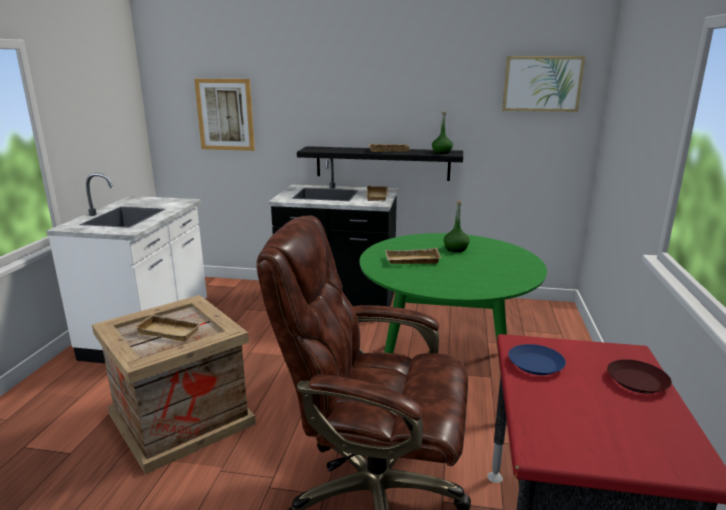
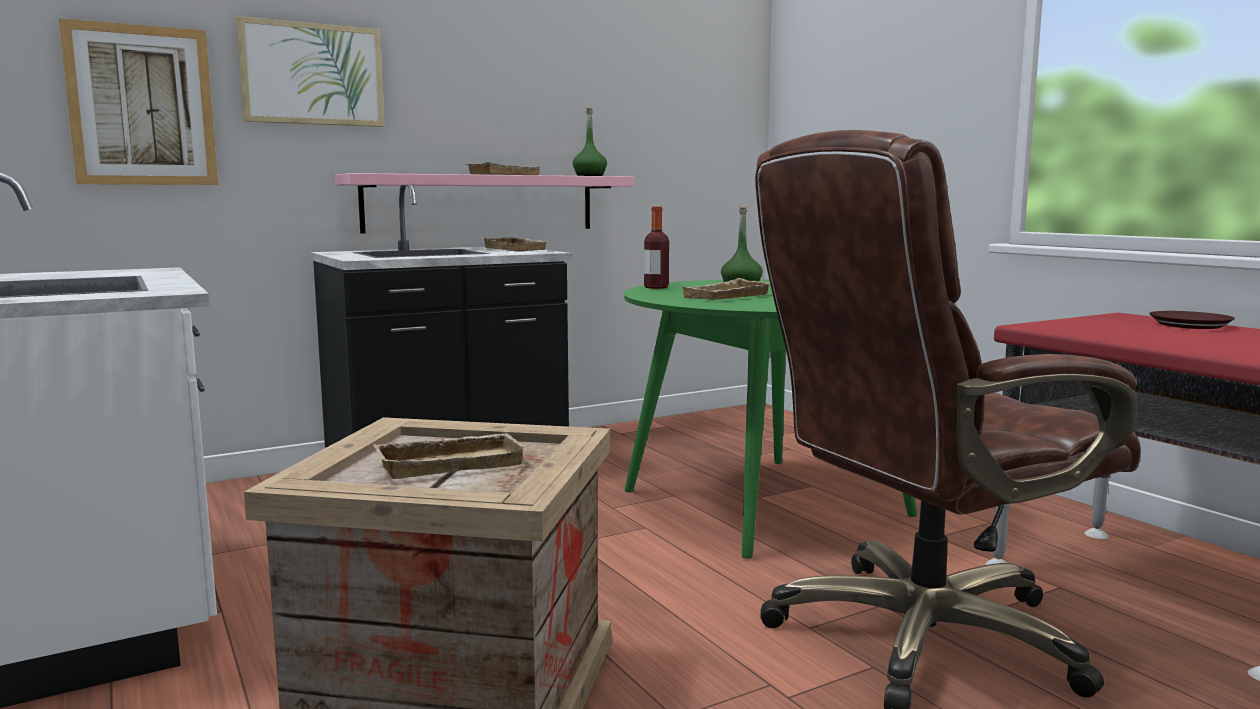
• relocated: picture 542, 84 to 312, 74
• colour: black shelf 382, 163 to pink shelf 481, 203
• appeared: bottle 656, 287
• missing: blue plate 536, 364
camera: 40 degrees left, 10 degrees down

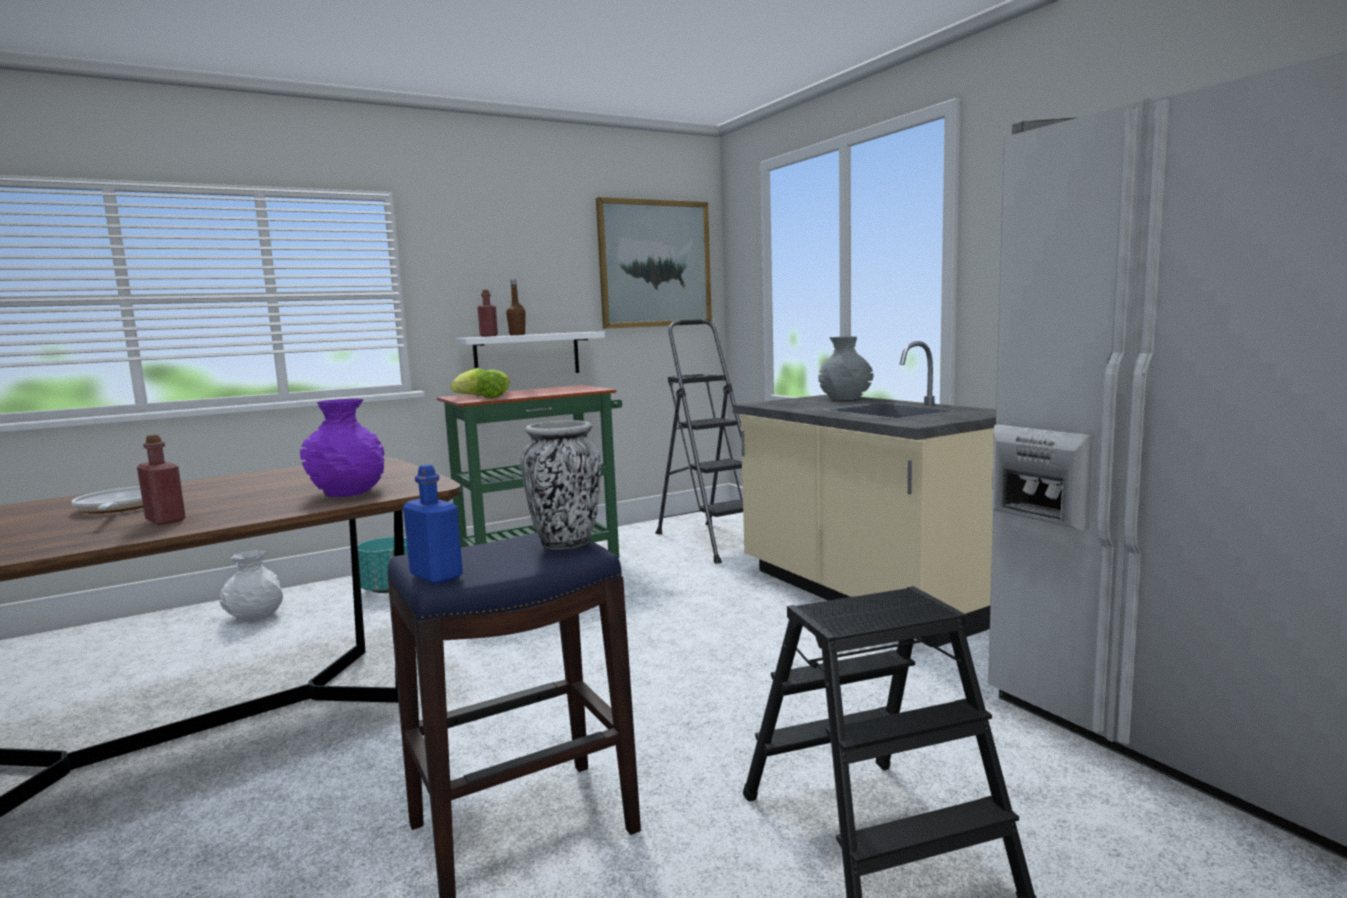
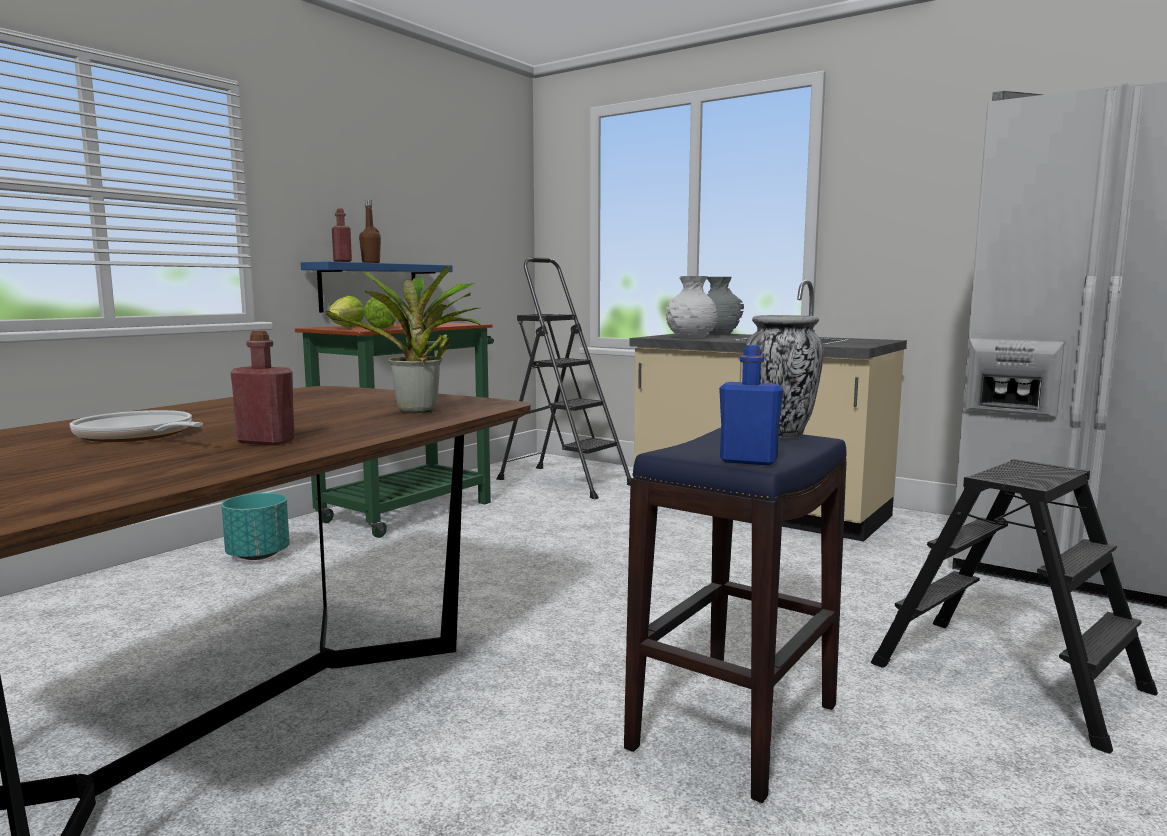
• colour: white shelf 527, 355 to blue shelf 369, 287
• exchanged: purple vase 349, 493 to potted plant 419, 411
• relocated: white vase 254, 616 to 690, 337
• missing: picture 655, 264
camera: 25 degrees left, 0 degrees up

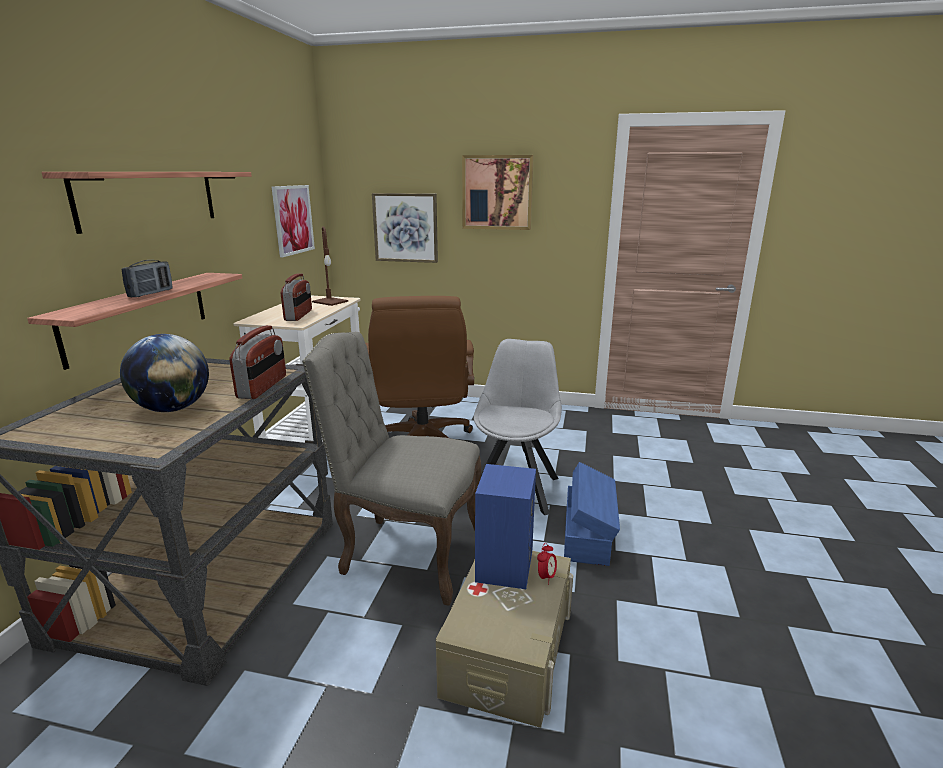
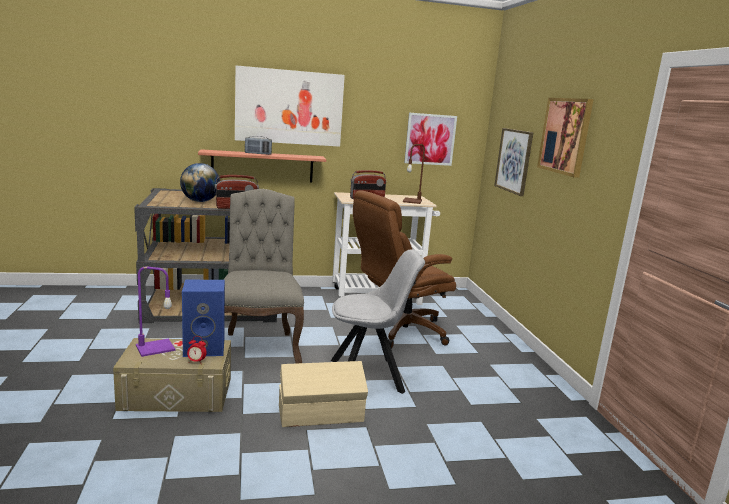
• appeared: purple table lamp 154, 348
• exchanged: shelf 149, 198 to picture 289, 107
• colour: blue storage box 588, 534 to beige storage box 321, 414
camera: 65 degrees right, 5 degrees down

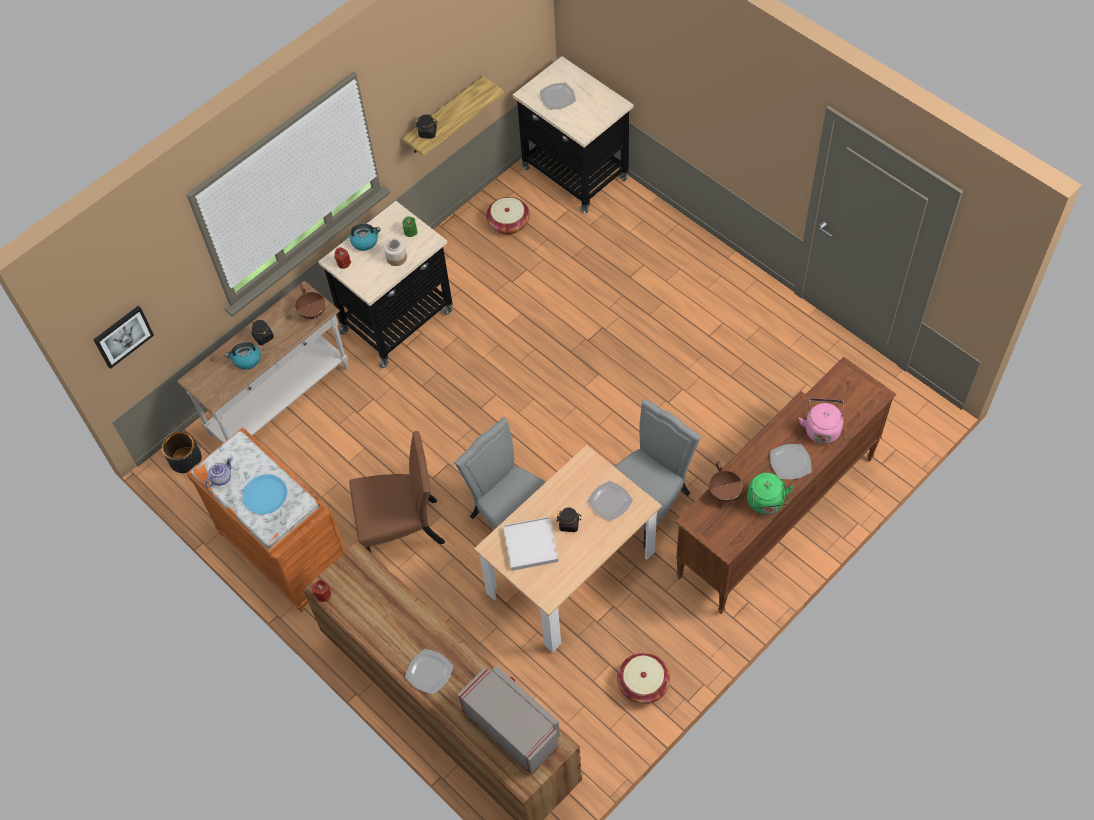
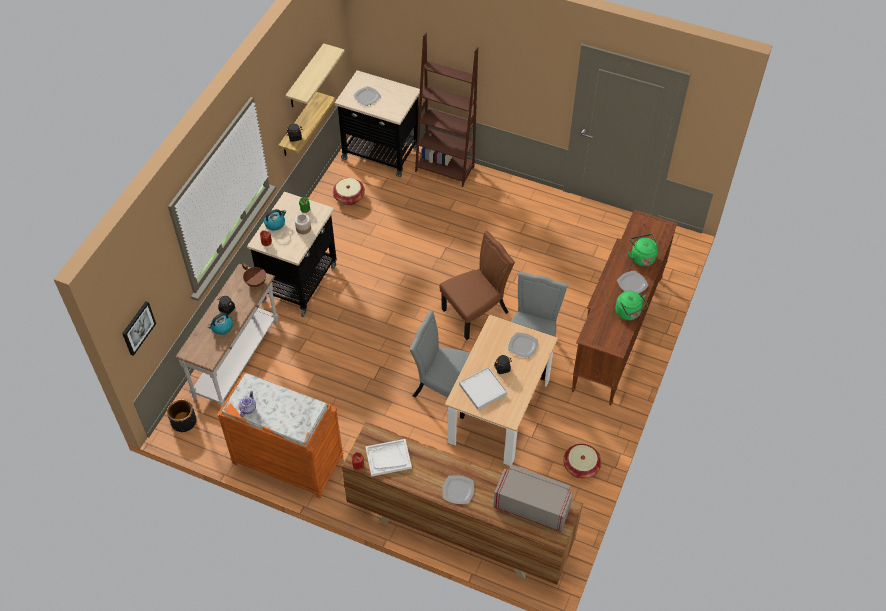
• appeared: shelf 305, 77
• appeared: white tray 388, 458
• appeared: brown bookcase 445, 168
• relocated: brown chair 400, 529 to 475, 313
• colour: pink kettle 821, 428 to green kettle 641, 257
• missing: blue plate 265, 495
• missing: brown cooking pot 725, 492
camera: 25 degrees left, 5 degrees down

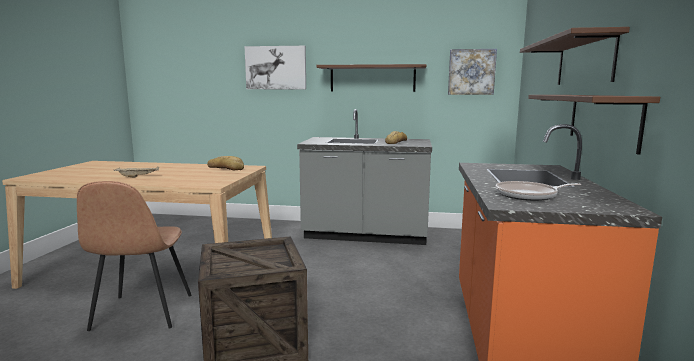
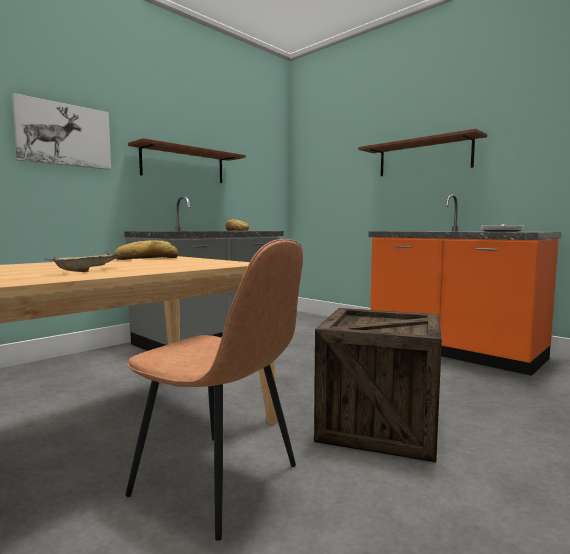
• missing: picture 471, 72
• missing: brown shelf 602, 119
camera: 55 degrees left, 5 degrees down

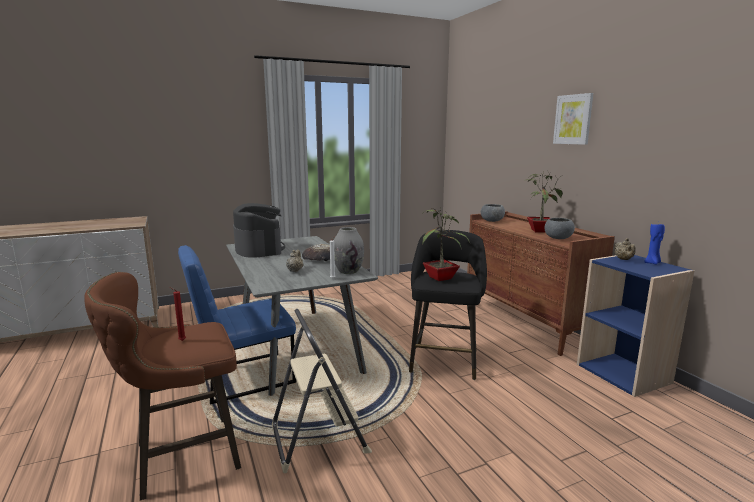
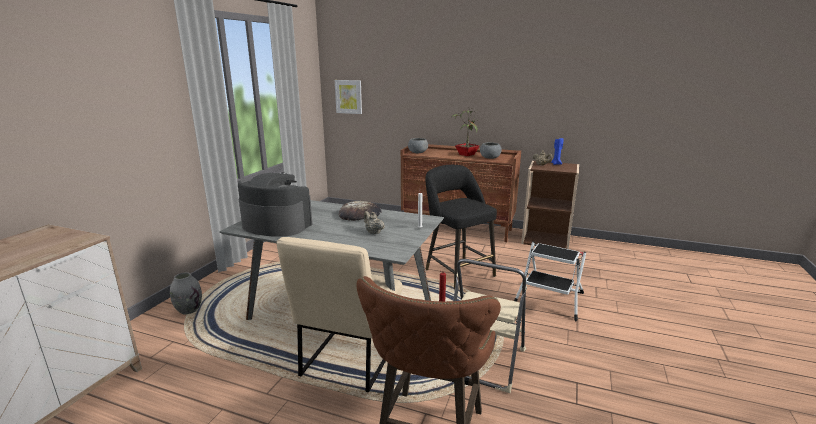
• relocated: grey vase 348, 271 to 189, 310
• colour: blue chair 243, 377 to beige chair 349, 357
• relocated: picture 573, 119 to 348, 96
• appeared: step ladder 550, 299
• colour: blue bookcase 624, 373 to brown bookcase 546, 240
• missing: potted plant 441, 278
camera: 45 degrees left, 5 degrees up

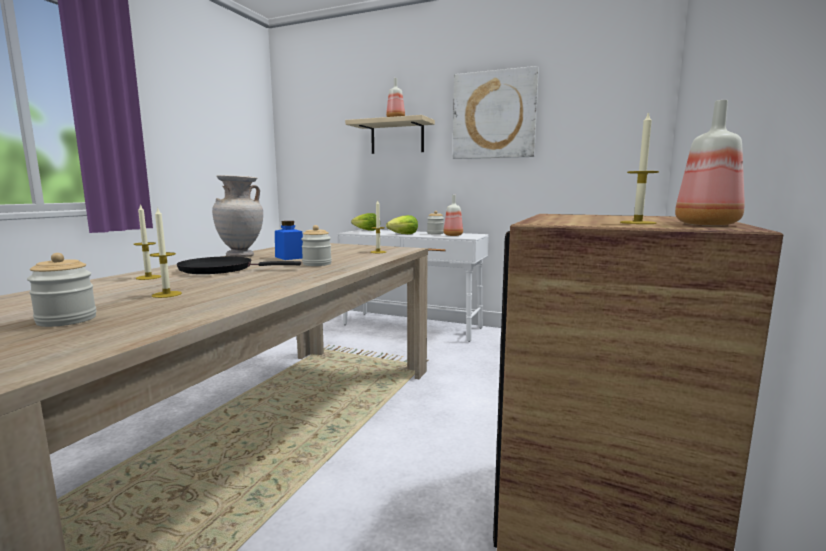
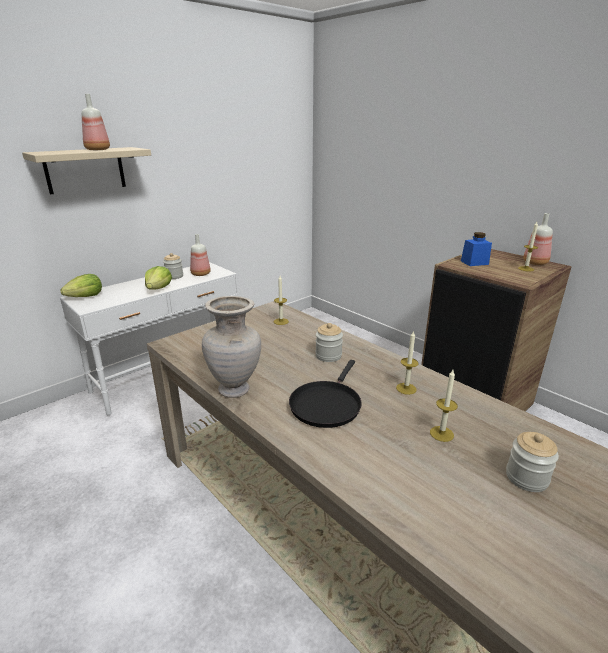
• relocated: candle 148, 277 to 406, 388
• relocated: blue jar 289, 257 to 474, 262
• missing: picture 494, 115
camera: 65 degrees left, 15 degrees up

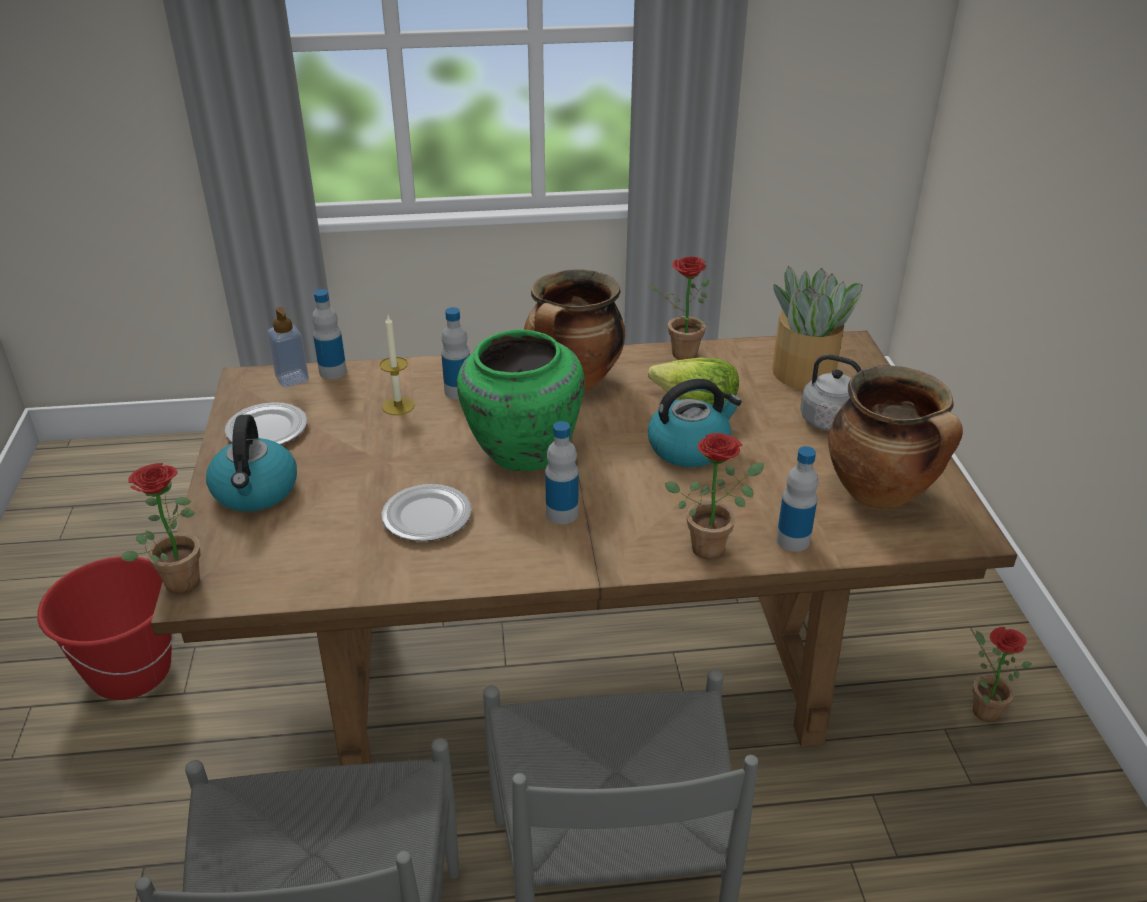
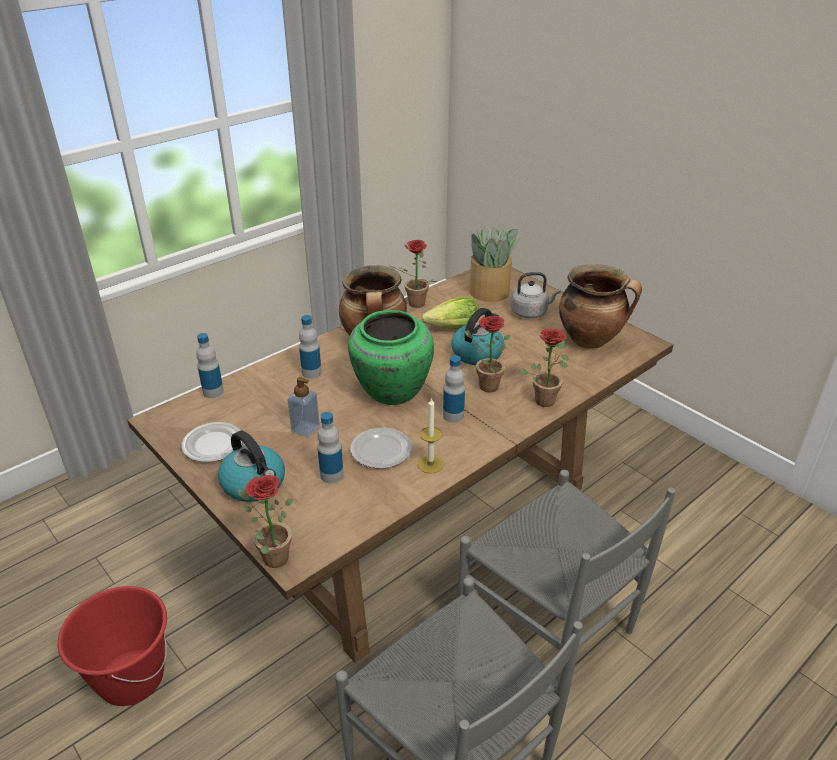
• relocated: soap dispenser 292, 379 to 305, 429
• relocated: bottle 793, 540 to 331, 475
• relocated: candle 398, 406 to 430, 464
• relocated: potted plant 980, 708 to 484, 385
camera: 35 degrees left, 0 degrees up

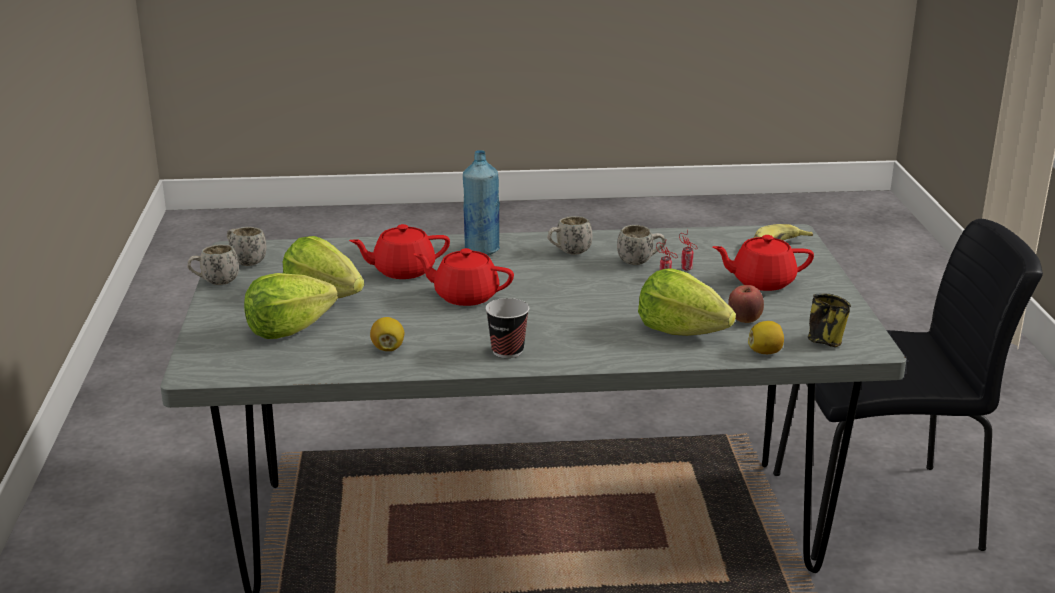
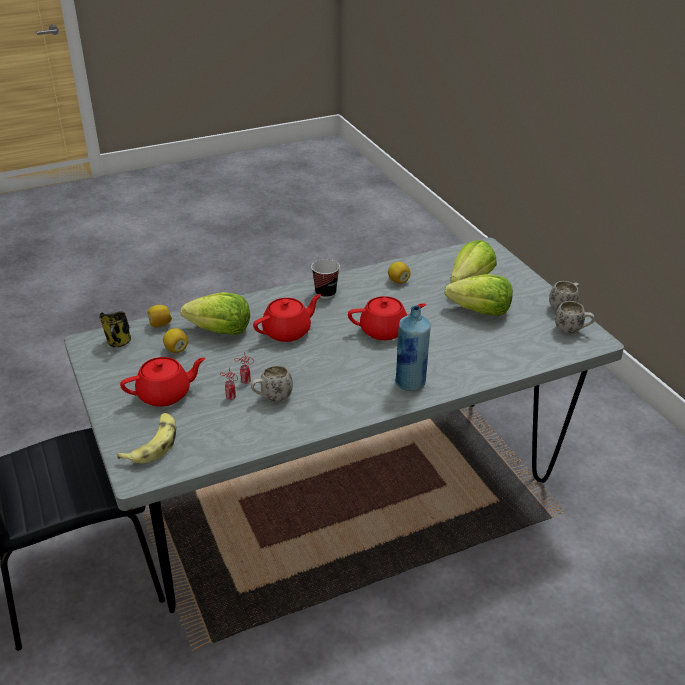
• exchanged: apple 744, 320 to lemon 176, 349
• relocated: red teapot 402, 271 to 288, 332
• missing: white mug 569, 253
camera: 160 degrees right, 10 degrees up

